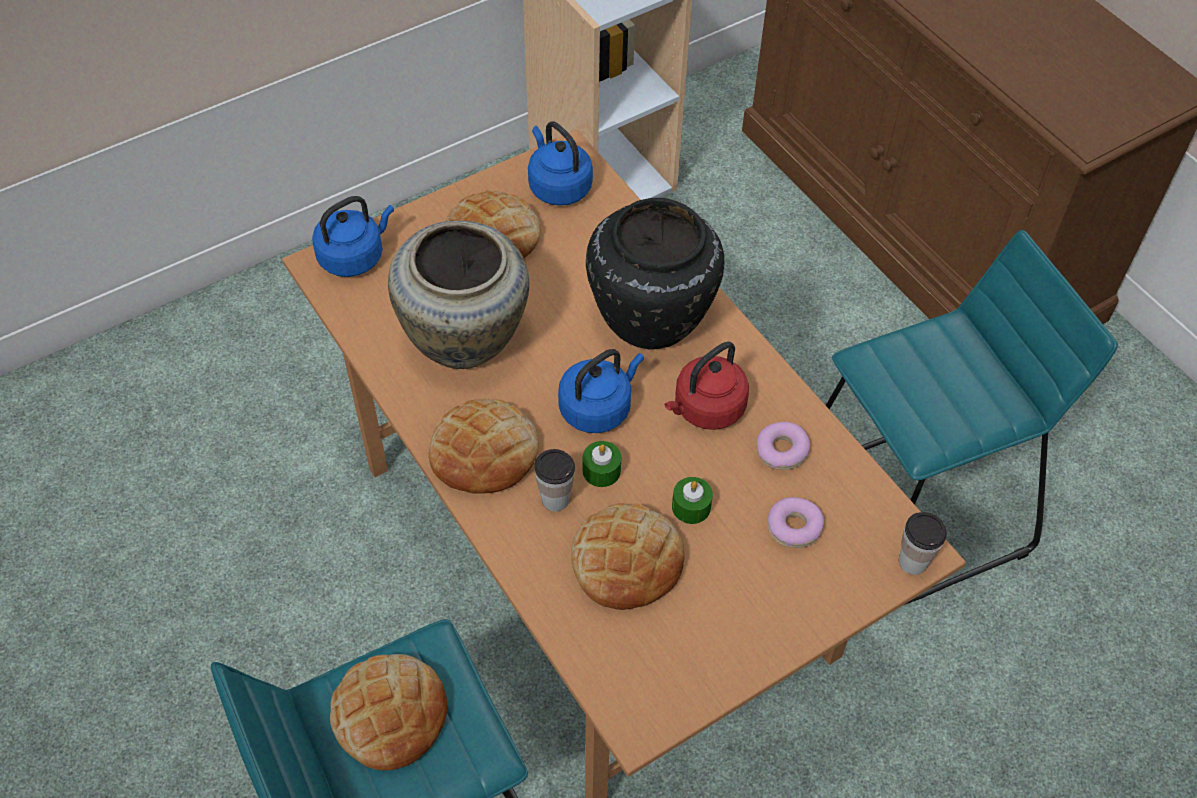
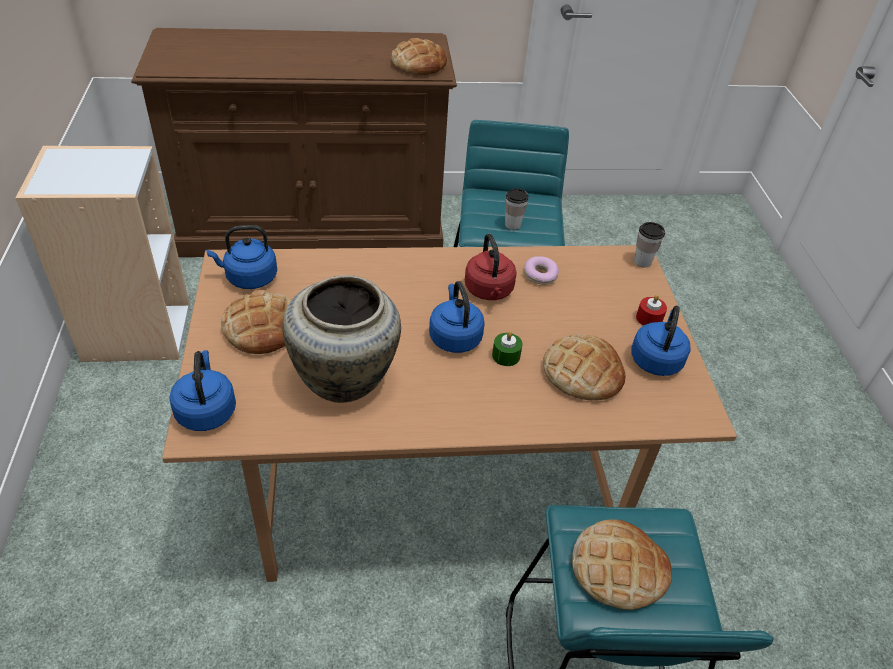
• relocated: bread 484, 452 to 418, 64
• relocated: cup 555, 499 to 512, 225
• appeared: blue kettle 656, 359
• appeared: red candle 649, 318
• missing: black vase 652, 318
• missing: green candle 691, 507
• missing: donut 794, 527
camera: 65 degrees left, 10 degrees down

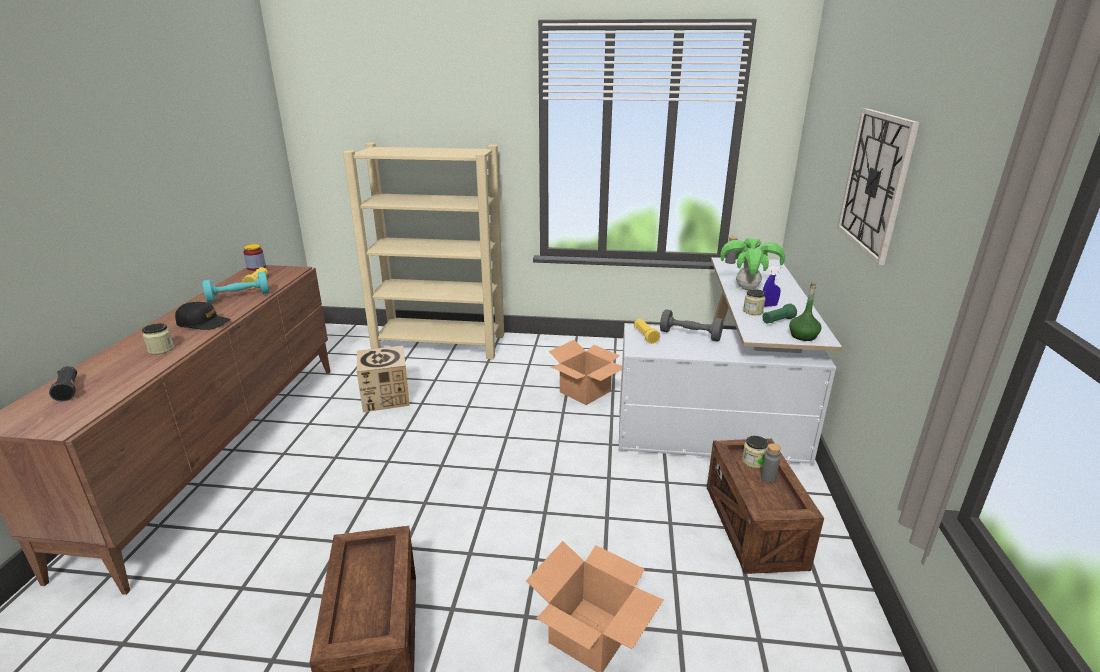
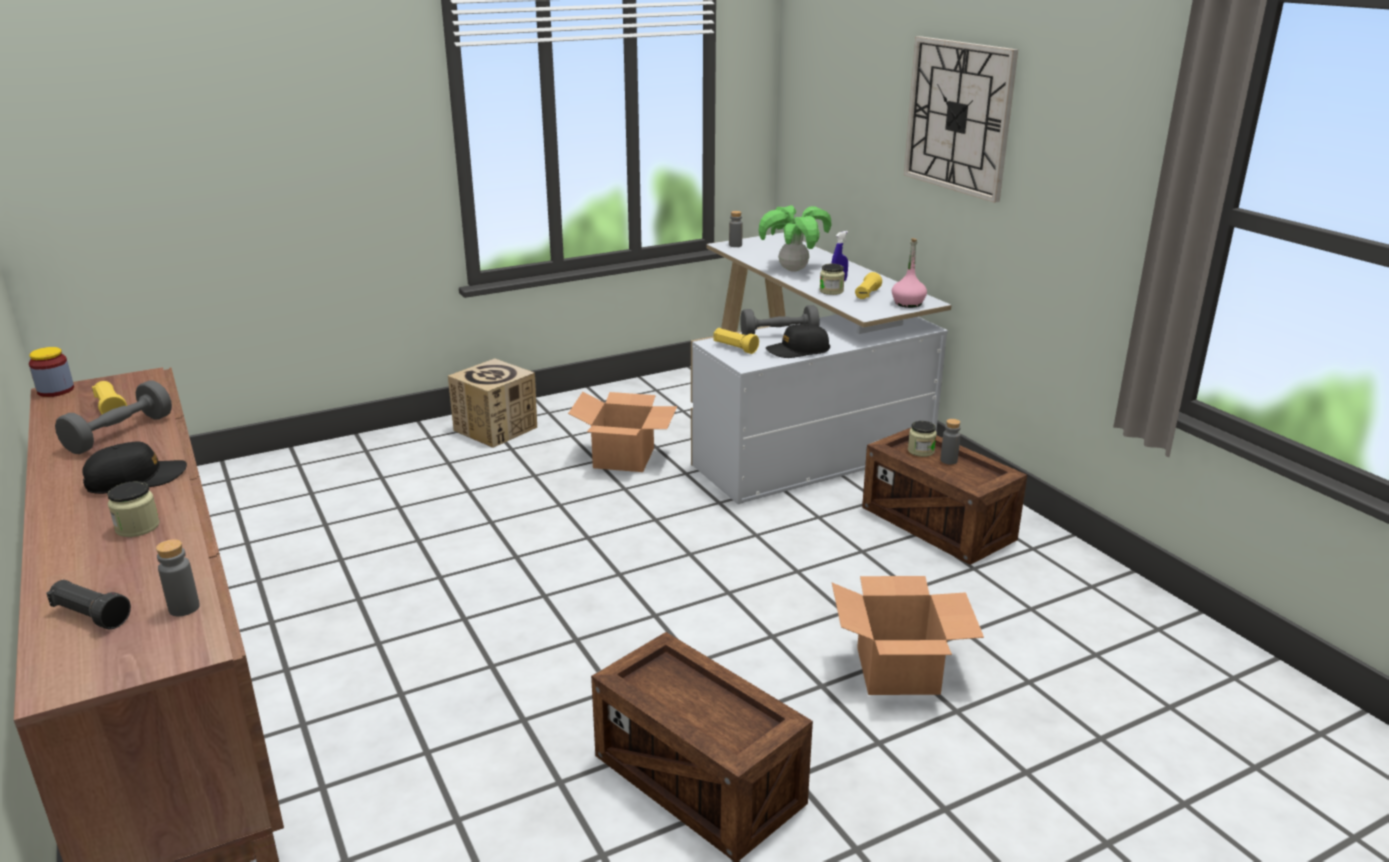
• colour: turquoise dumbbell 239, 297 to grey dumbbell 120, 434
• appeared: grey bottle 184, 608
• relocated: cardboard box 386, 397 to 496, 429
• appeared: black cap 798, 351
• colour: green flashlight 777, 321 to yellow flashlight 866, 295
• colour: green bottle 803, 336 to pink bottle 908, 303
• missing: beige bookcase 440, 343
camera: 35 degrees left, 0 degrees up

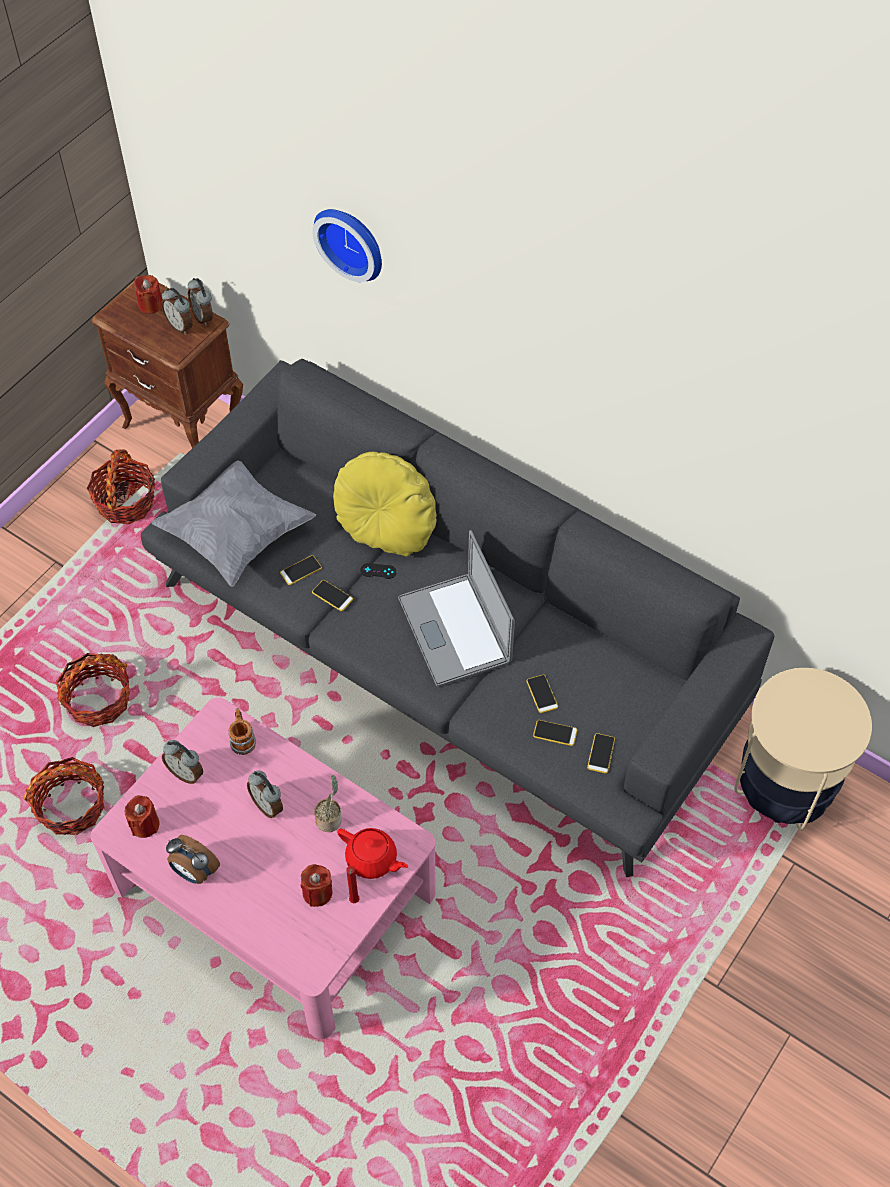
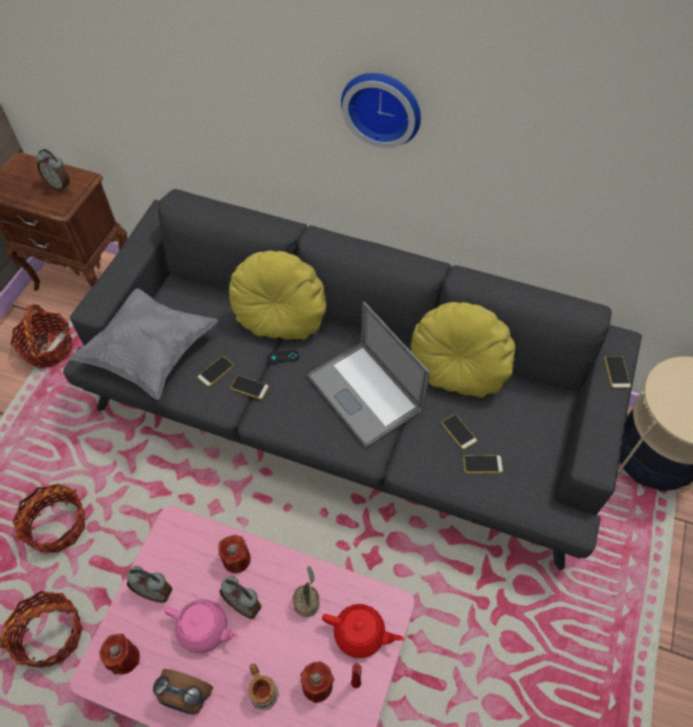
• appeared: pink teapot 204, 629
• relocated: red candle 150, 305 to 236, 559
• relocated: mug 242, 738 to 262, 688
• relocated: wall clock 352, 241 to 383, 106
• appeared: yellow pillow 456, 376
• relocated: phone 601, 753 to 617, 372
• missing: alarm clock 203, 317
camera: 15 degrees left, 0 degrees up

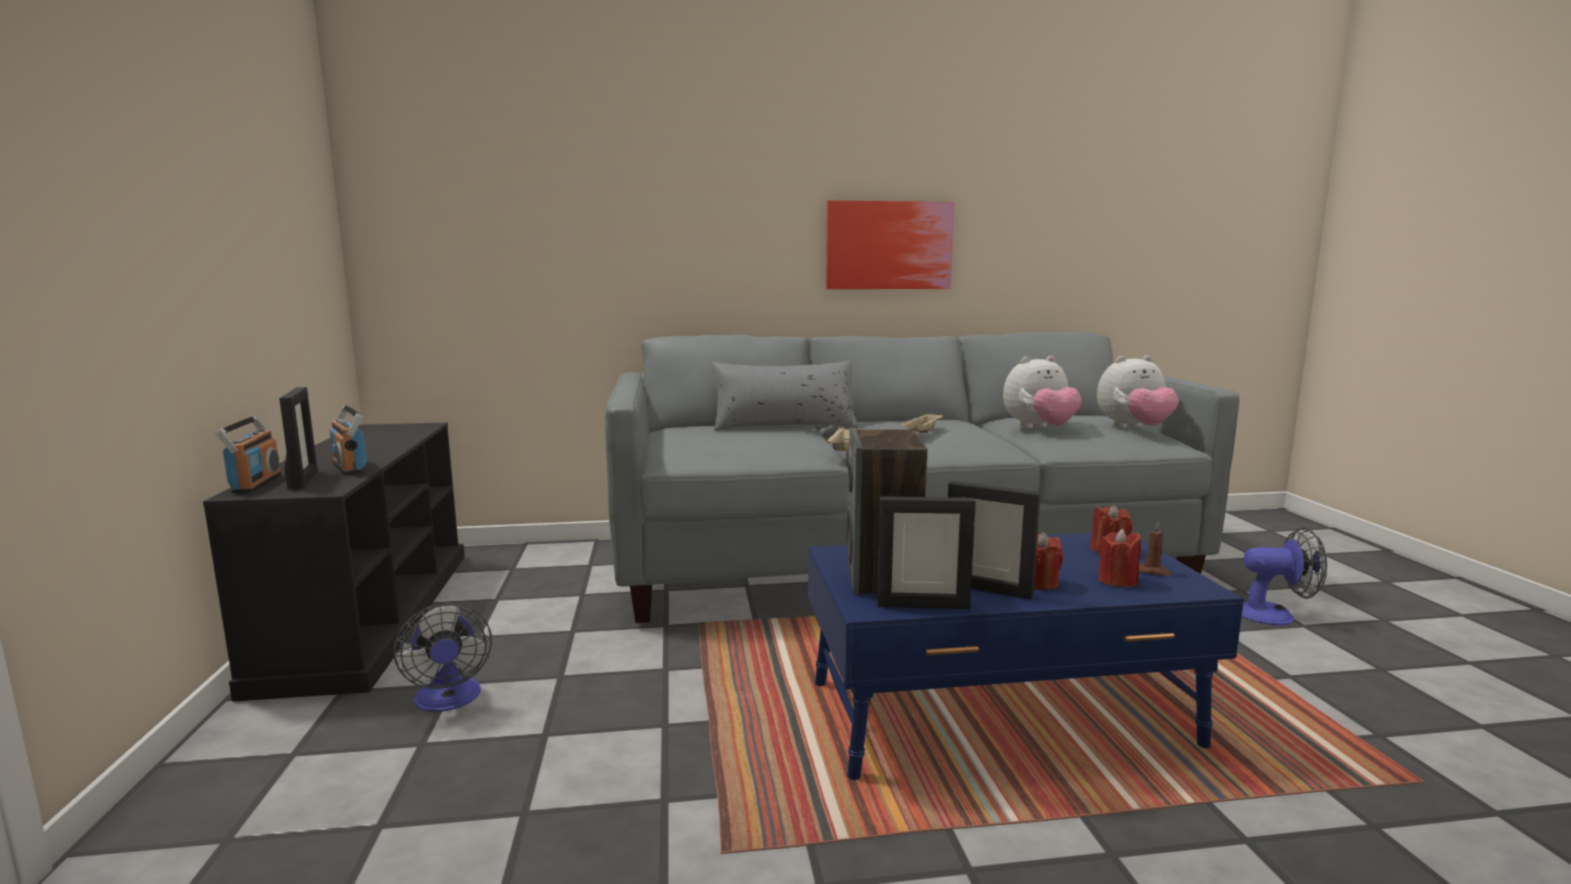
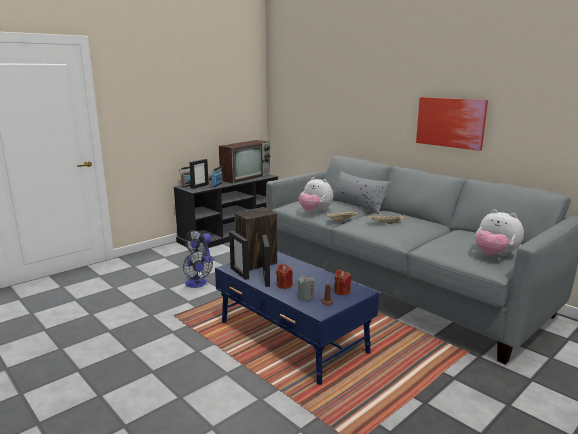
• relocated: fan 1274, 614 to 197, 284
• appeared: television 246, 177
• colour: red candle 1117, 581 to grey candle 305, 297
• relocated: plush toy 1039, 429 to 315, 211
camera: 55 degrees right, 5 degrees up

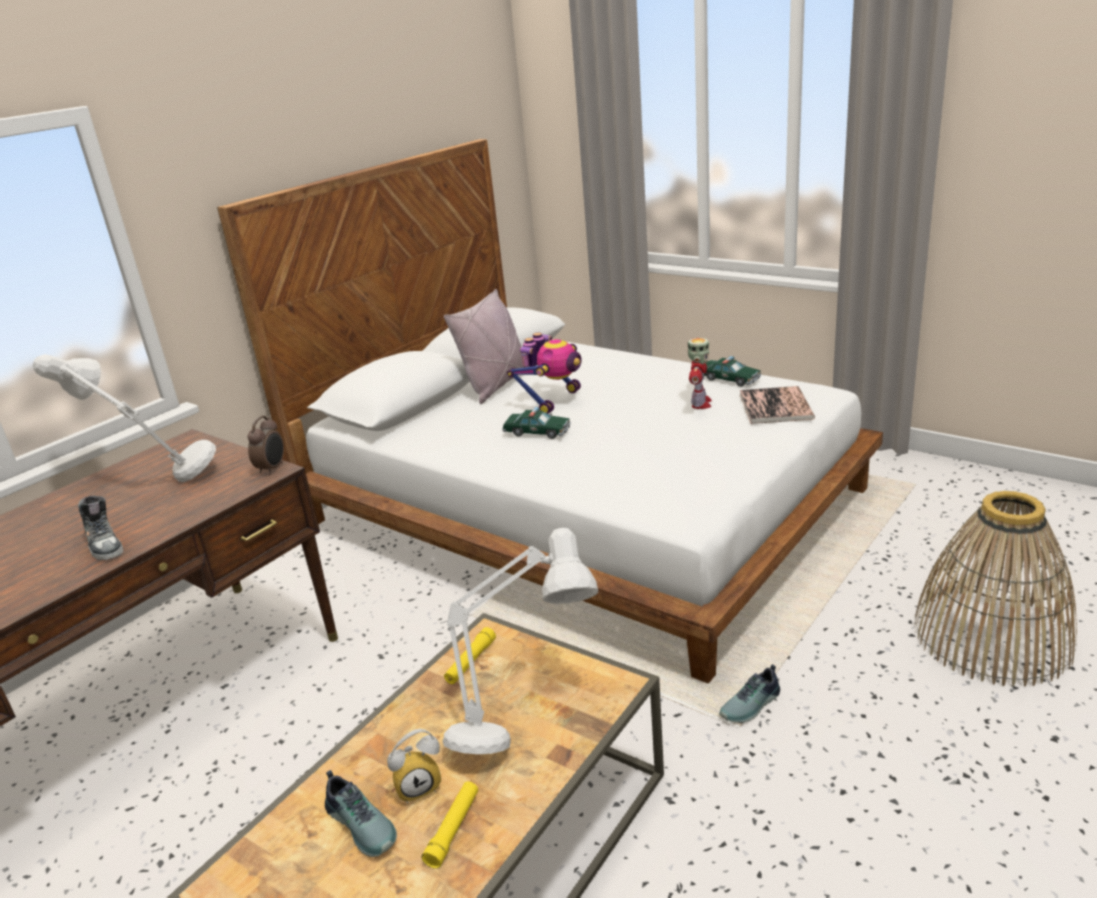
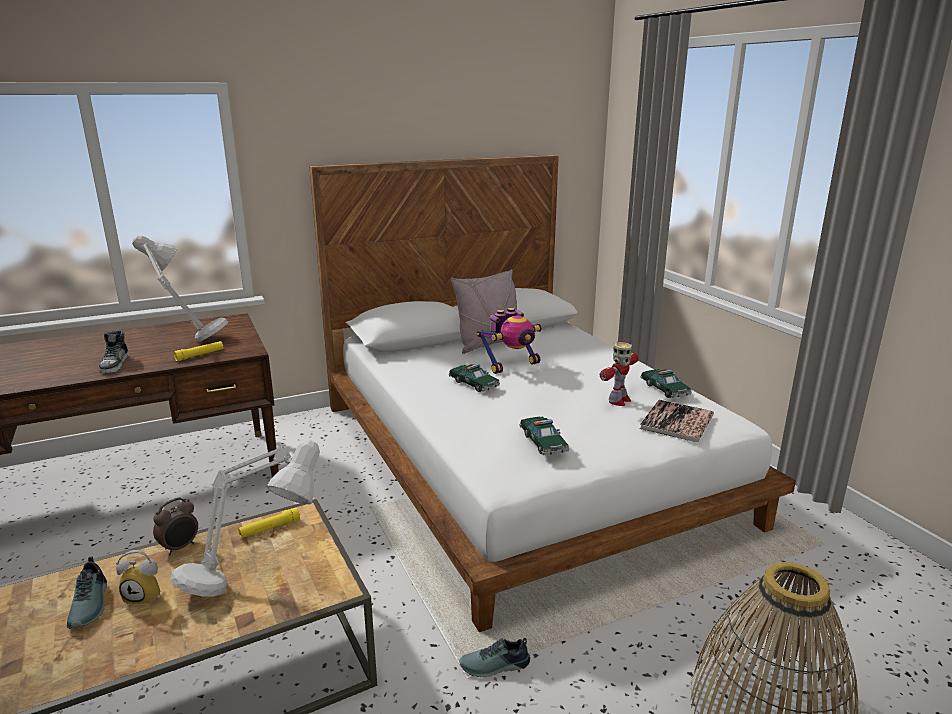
• relocated: alarm clock 272, 468 to 180, 547
• relocated: yellow flashlight 453, 829 to 200, 355
• appeared: toy car 543, 442
camera: 25 degrees right, 5 degrees down

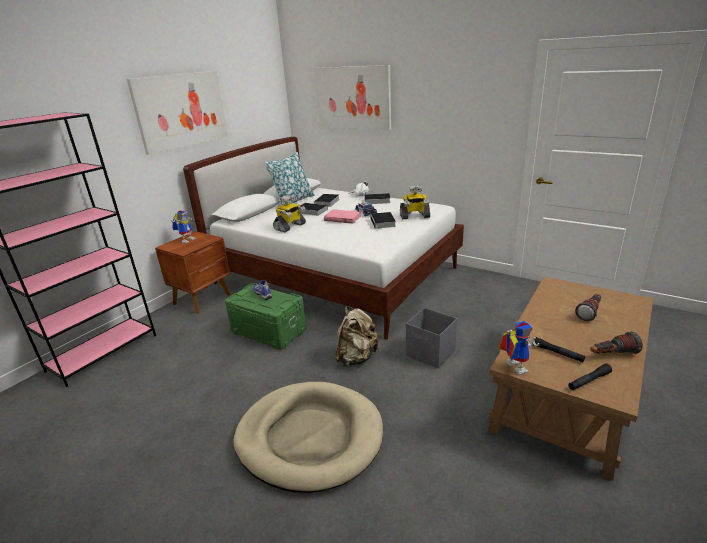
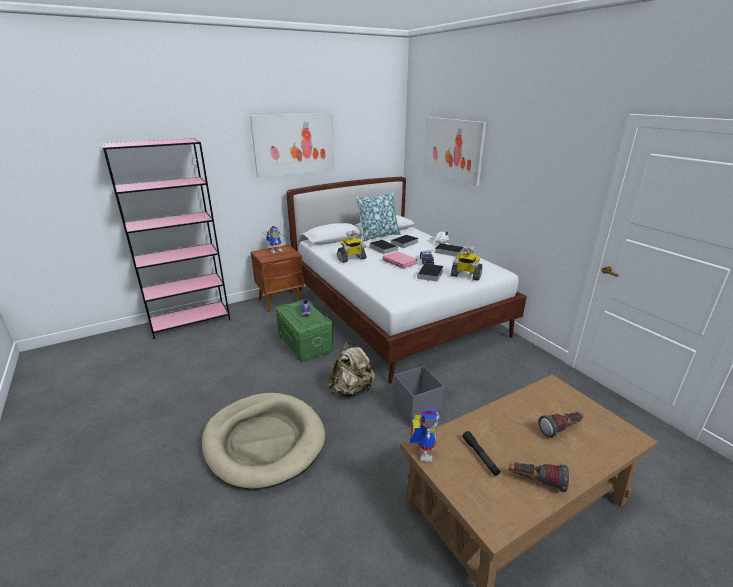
• missing: black flashlight 589, 381
camera: 25 degrees right, 0 degrees up

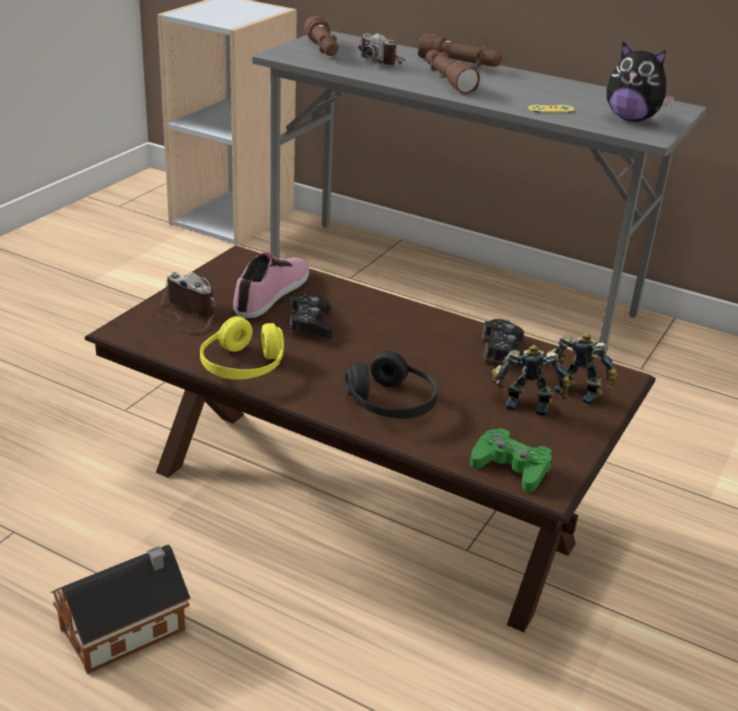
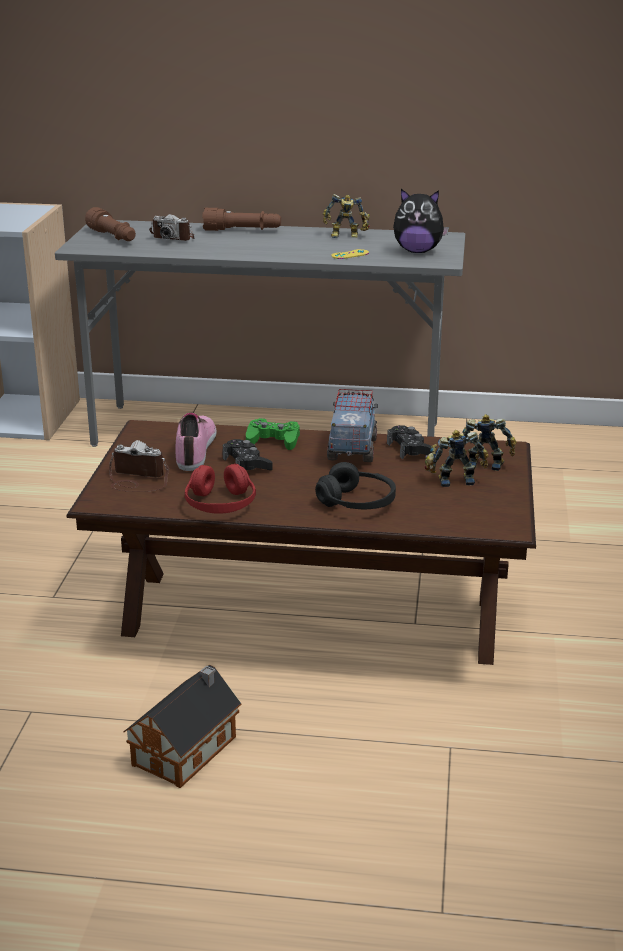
• colour: yellow headphones 243, 365 to red headphones 220, 504
• relocated: green game controller 511, 467 to 273, 440
• appeared: toy robot 346, 236
• appeared: toy truck 352, 450
• missing: brown flashlight 447, 80
camera: 20 degrees left, 5 degrees down

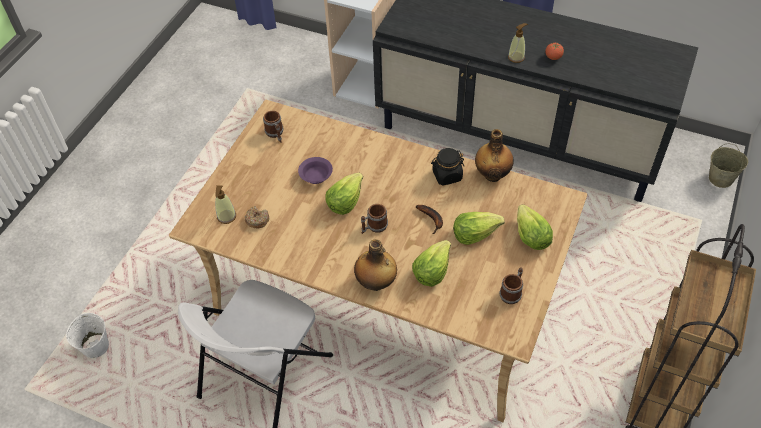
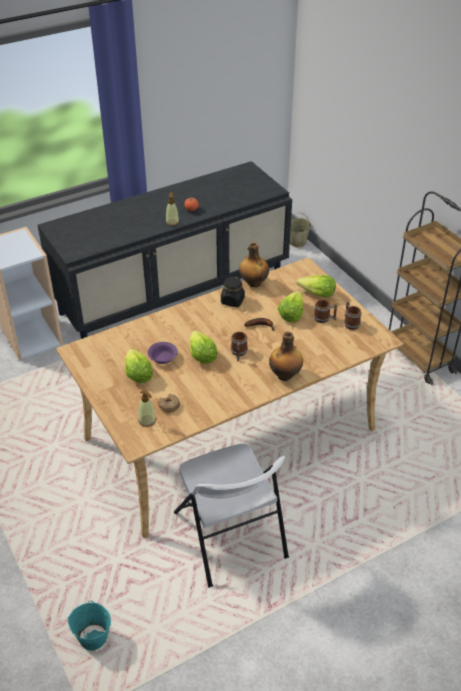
• colour: white bucket 95, 346 to turquoise bucket 92, 638
• relocated: lettuce 432, 270 to 137, 374
• relocated: mug 275, 134 to 324, 319
camera: 55 degrees left, 10 degrees down

